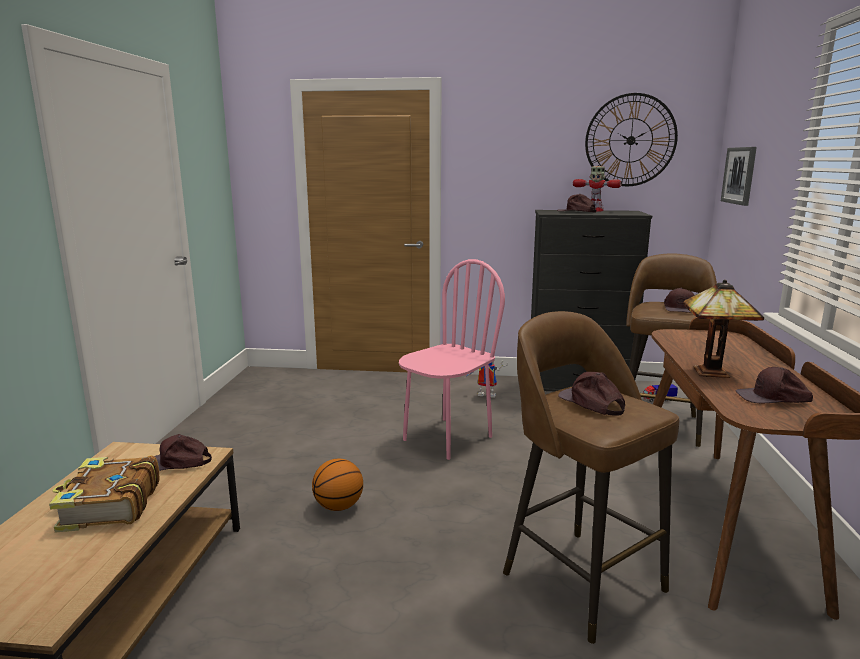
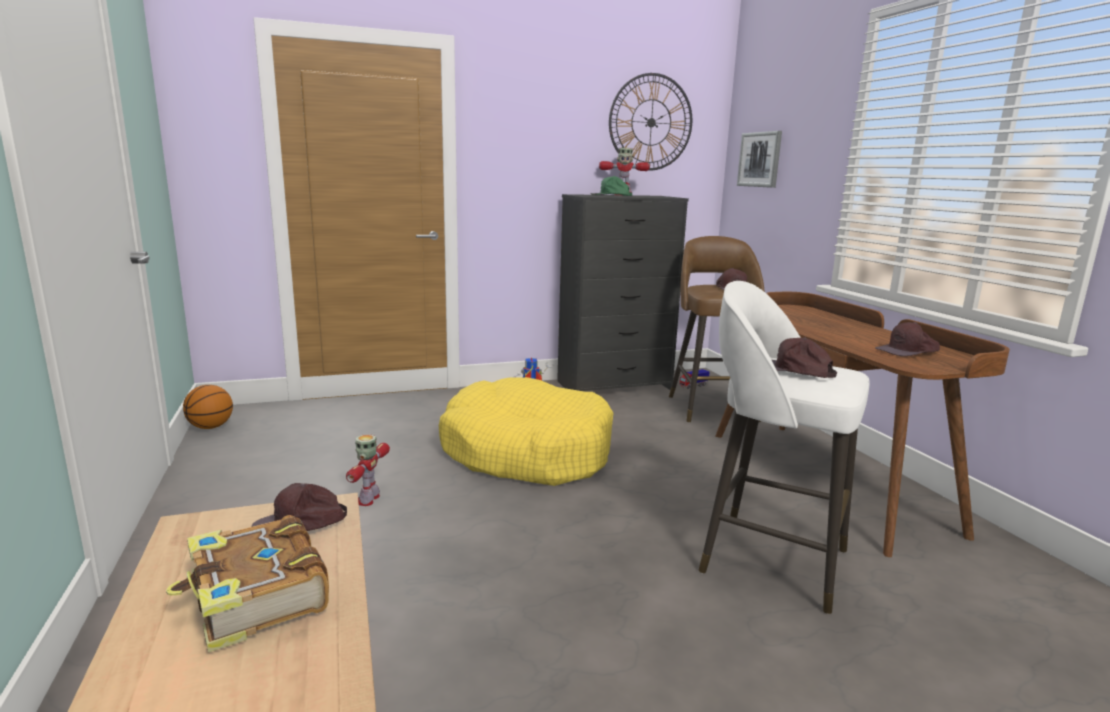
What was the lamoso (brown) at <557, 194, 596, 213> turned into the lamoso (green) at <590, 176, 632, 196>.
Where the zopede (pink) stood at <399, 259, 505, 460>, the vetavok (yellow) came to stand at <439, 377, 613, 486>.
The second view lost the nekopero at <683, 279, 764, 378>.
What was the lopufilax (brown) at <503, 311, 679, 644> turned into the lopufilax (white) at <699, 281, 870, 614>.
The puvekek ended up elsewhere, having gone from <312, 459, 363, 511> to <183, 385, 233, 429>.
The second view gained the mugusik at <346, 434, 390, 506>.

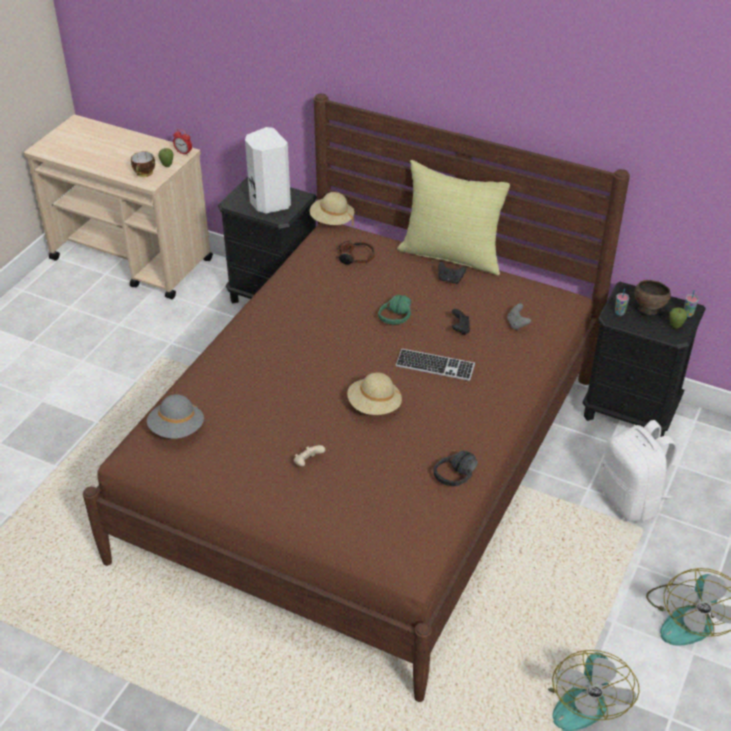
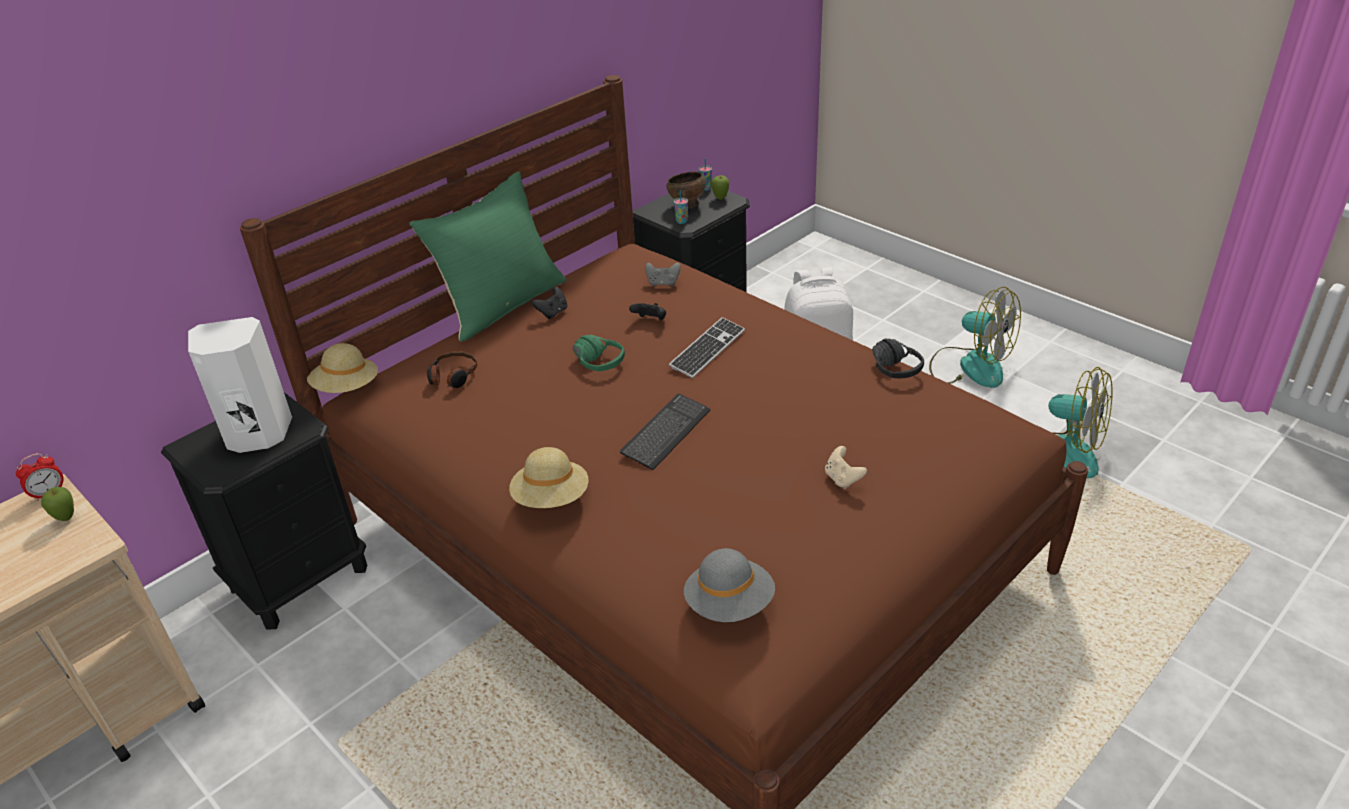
The second view lost the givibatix at <131, 151, 155, 177>.
What was the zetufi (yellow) at <397, 160, 510, 275> turned into the zetufi (green) at <409, 171, 567, 342>.
The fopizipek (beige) ended up elsewhere, having gone from <347, 373, 402, 415> to <509, 447, 588, 508>.
The second view gained the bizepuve at <620, 394, 711, 470>.

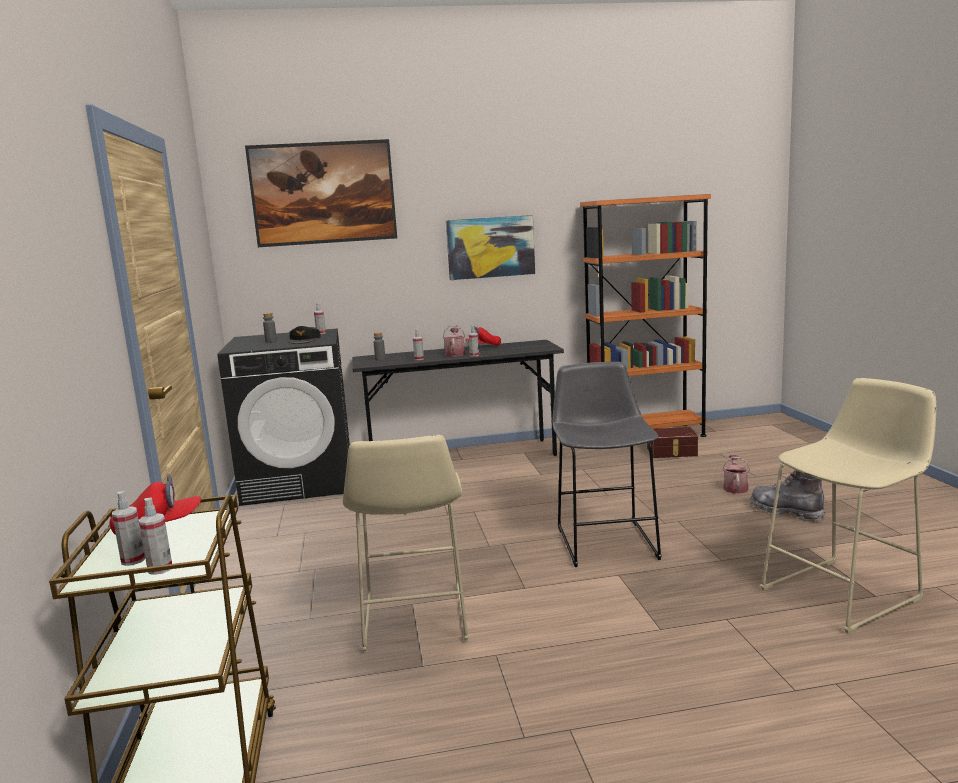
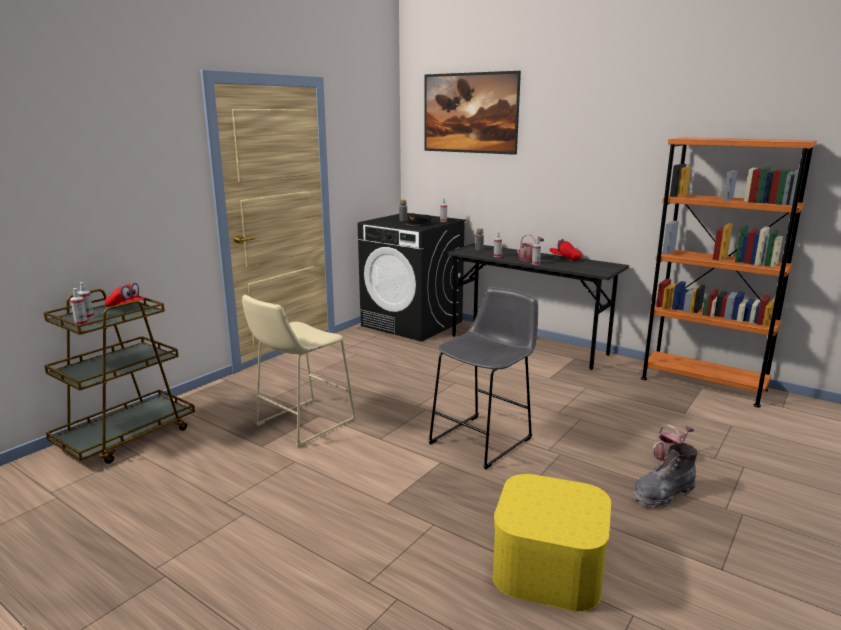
The second view lost the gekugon at <446, 215, 535, 280>.
Where the lopufilax (beige) stood at <760, 378, 936, 634>, the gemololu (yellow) came to stand at <492, 474, 611, 612>.
The second view lost the gemololu (brown) at <647, 427, 698, 458>.
The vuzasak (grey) at <750, 470, 826, 521> ended up facing another way, 120 degrees counterclockwise from before.

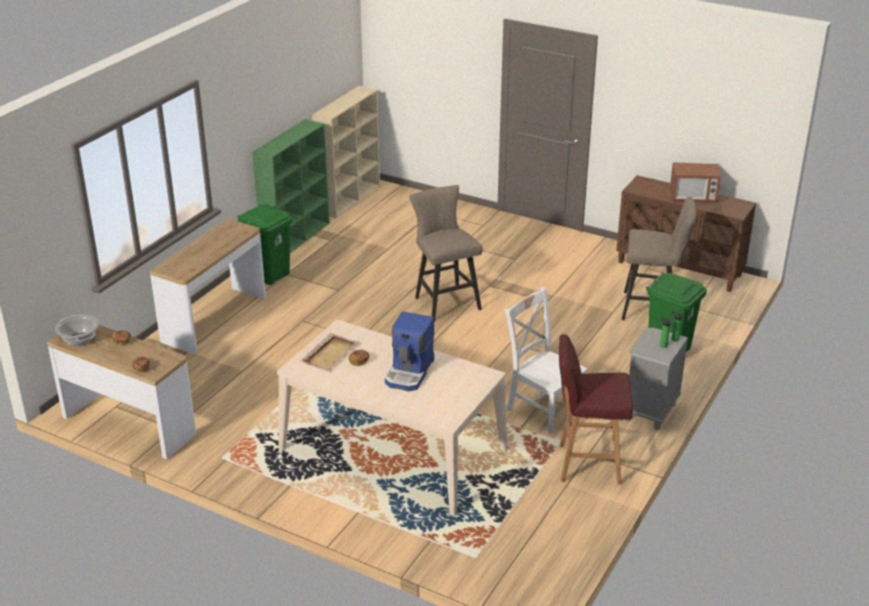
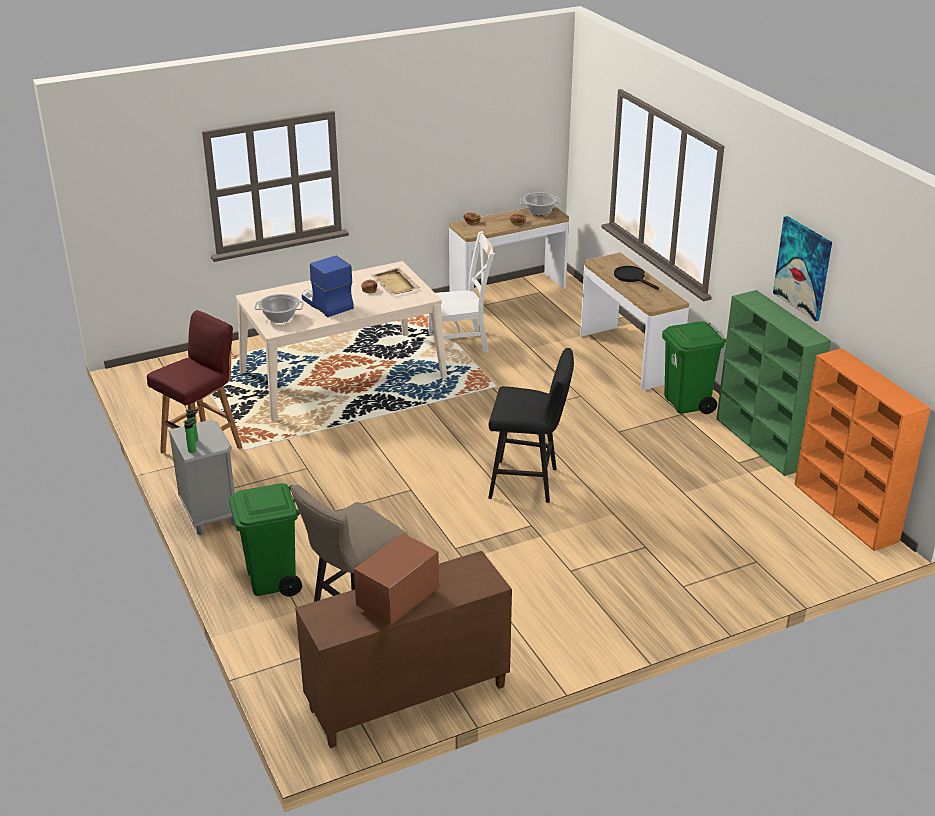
What was the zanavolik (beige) at <312, 86, 380, 218> turned into the zanavolik (orange) at <794, 348, 930, 551>.
What was the lopufilax (beige) at <409, 185, 483, 322> turned into the lopufilax (black) at <488, 348, 574, 503>.
The zopede (white) ended up elsewhere, having gone from <505, 287, 588, 434> to <428, 231, 495, 353>.
The second view gained the gekugon at <773, 216, 832, 321>.
The second view gained the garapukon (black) at <614, 266, 659, 290>.
The second view gained the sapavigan at <254, 294, 304, 323>.

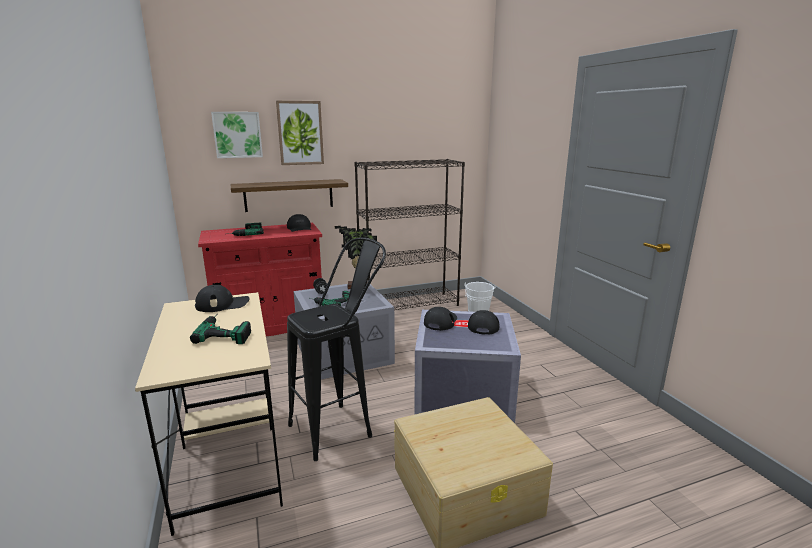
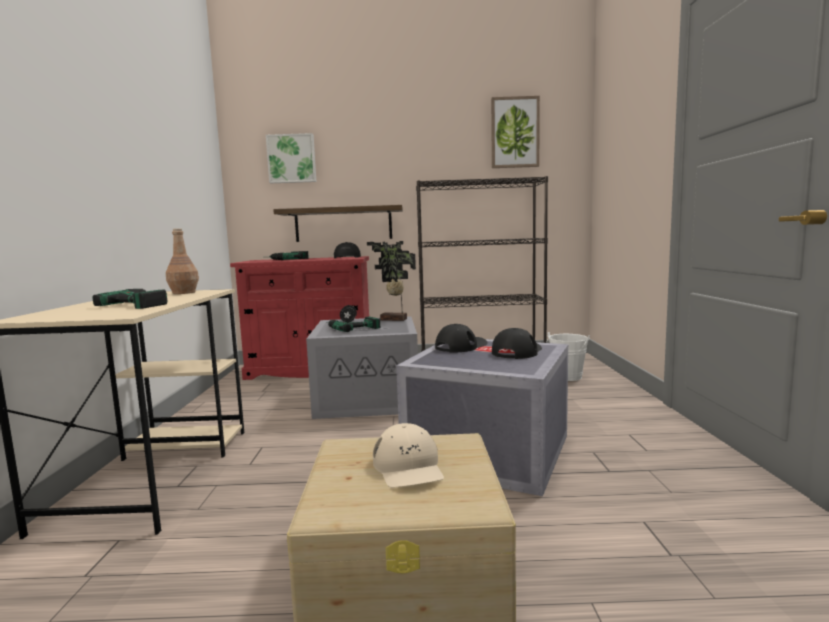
The gekugon ended up elsewhere, having gone from <276, 101, 324, 165> to <491, 96, 540, 168>.
The second view lost the lopufilax (black) at <287, 237, 386, 461>.
Where the lamoso (black) stood at <195, 285, 250, 312>, the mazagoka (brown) came to stand at <166, 228, 199, 294>.
The second view gained the lamoso (beige) at <373, 423, 444, 488>.

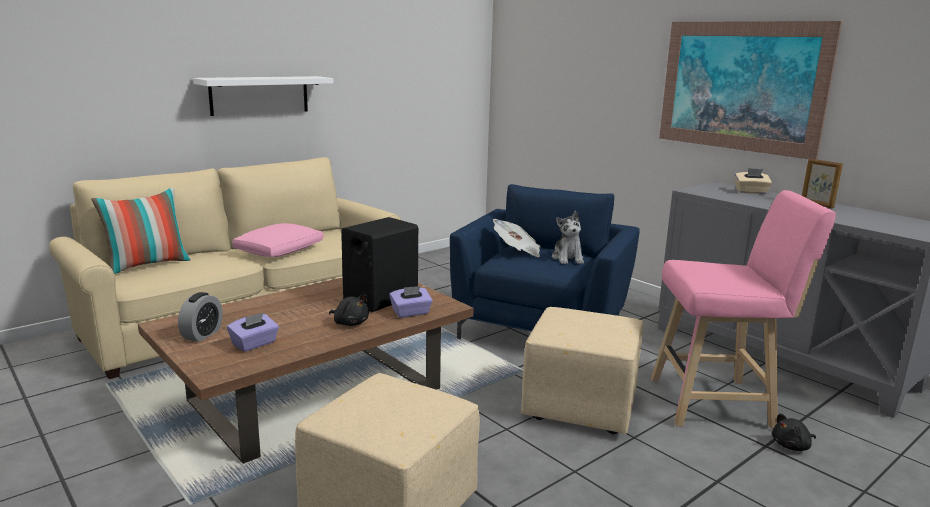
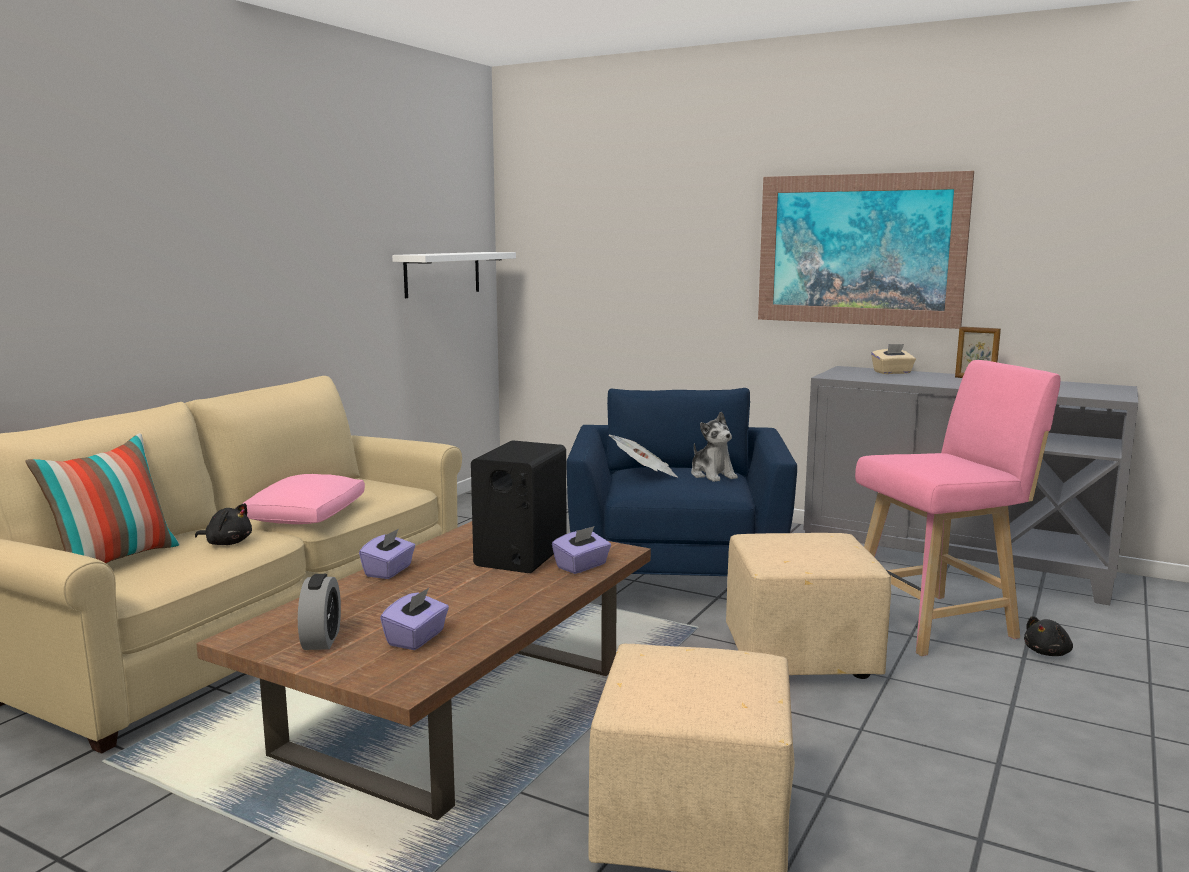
The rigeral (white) ended up elsewhere, having gone from <193, 76, 334, 116> to <392, 252, 516, 298>.
The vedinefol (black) ended up elsewhere, having gone from <329, 295, 369, 326> to <195, 503, 252, 545>.
The second view gained the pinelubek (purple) at <359, 529, 415, 579>.

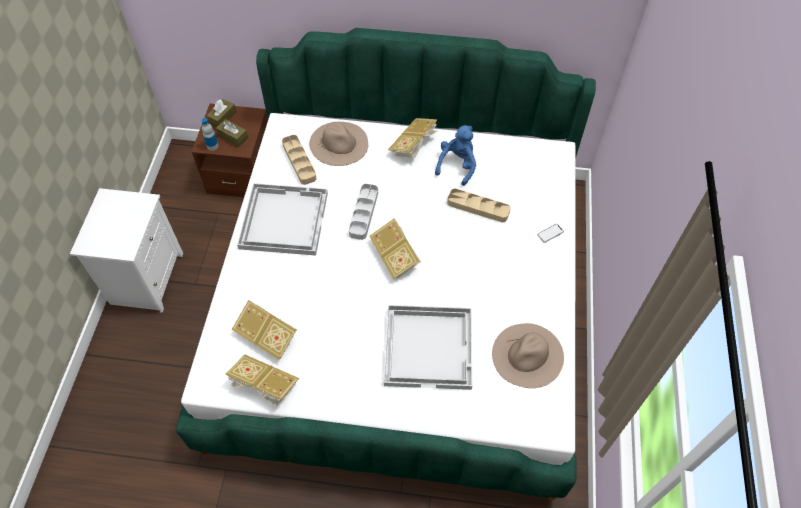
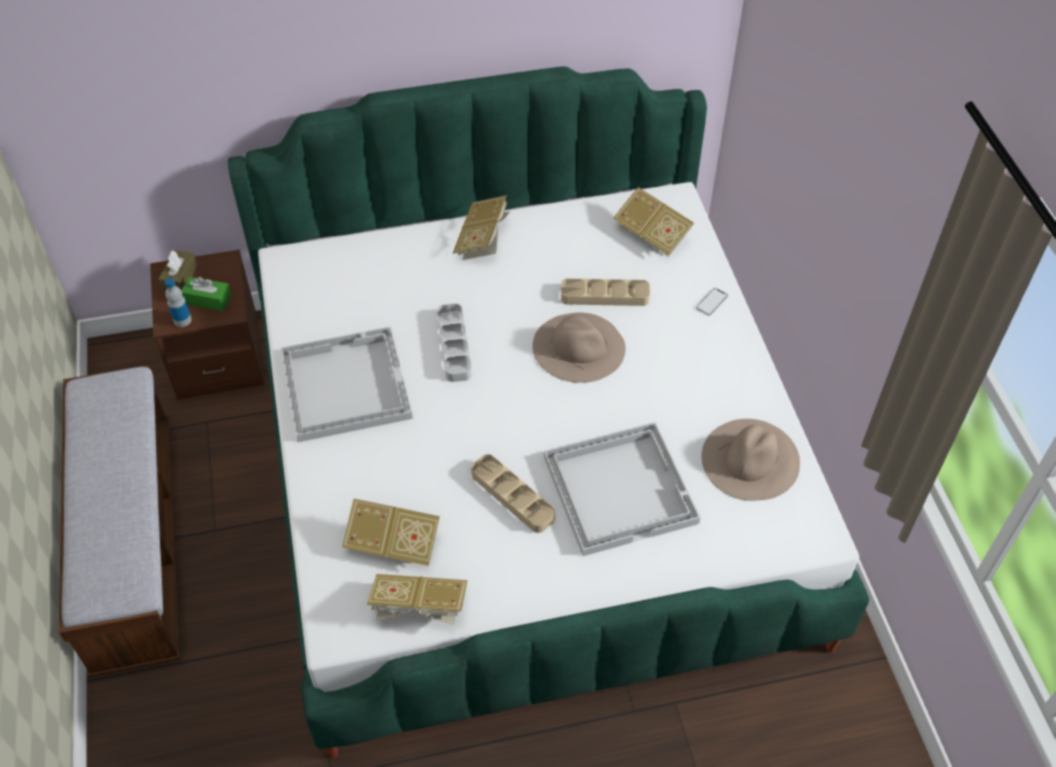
What was the pinelubek (brown) at <216, 119, 248, 147> turned into the pinelubek (green) at <182, 277, 232, 311>.
The fopizipek (beige) ended up elsewhere, having gone from <309, 122, 368, 166> to <532, 313, 626, 383>.
The second view lost the vedinefol (blue) at <435, 125, 476, 186>.
The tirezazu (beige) ended up elsewhere, having gone from <282, 135, 316, 185> to <471, 454, 555, 533>.
Where the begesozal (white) stood at <70, 188, 183, 313>, the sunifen came to stand at <59, 365, 181, 677>.
The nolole ended up elsewhere, having gone from <370, 218, 421, 279> to <613, 187, 694, 257>.

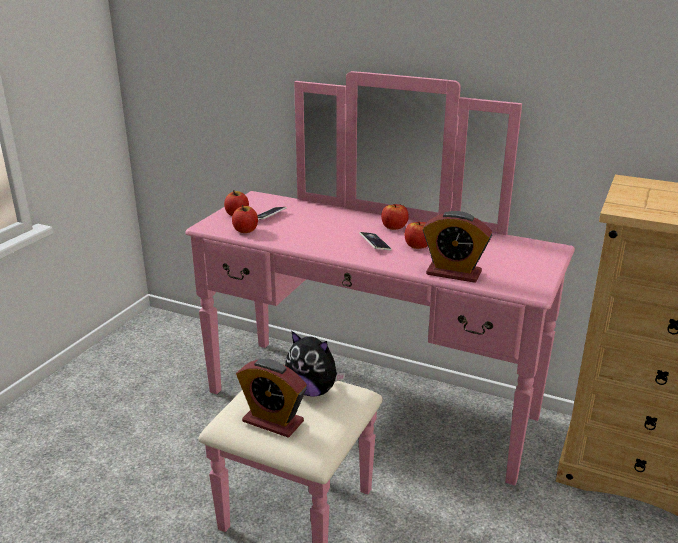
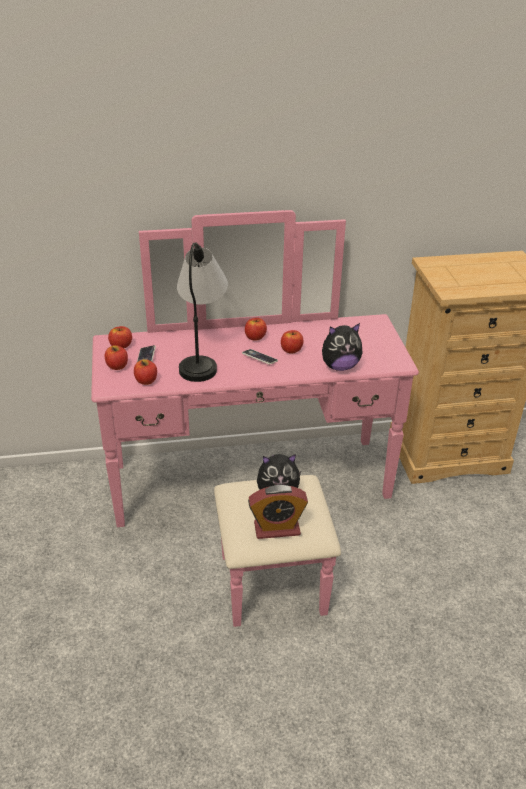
Where the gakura stood at <423, 211, 492, 283>, the vedinefol came to stand at <322, 323, 362, 371>.
The second view gained the nekopero at <177, 243, 228, 382>.
The second view gained the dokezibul at <108, 326, 132, 348>.

